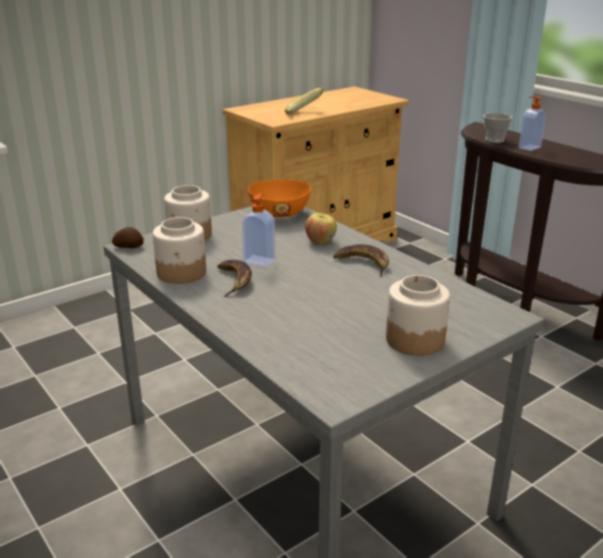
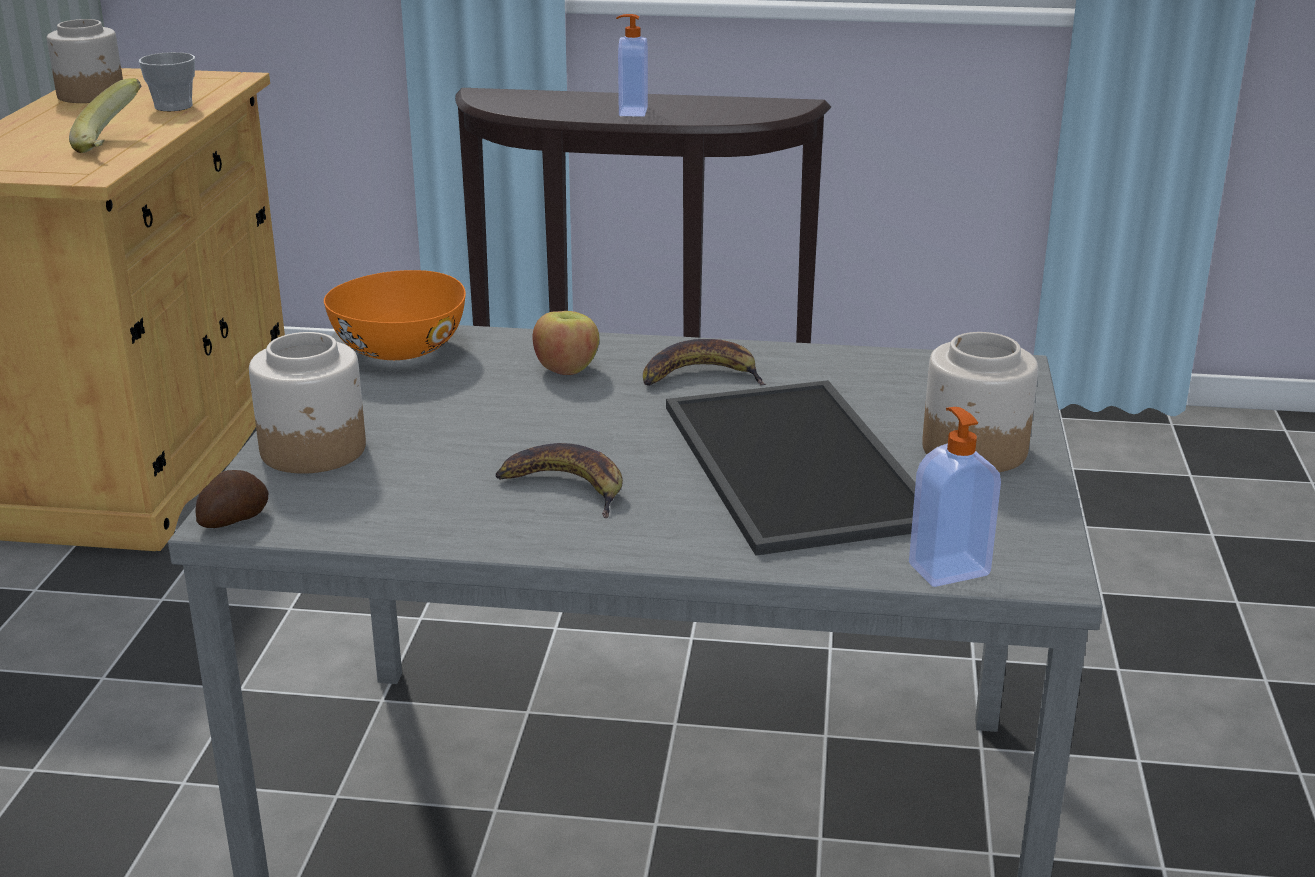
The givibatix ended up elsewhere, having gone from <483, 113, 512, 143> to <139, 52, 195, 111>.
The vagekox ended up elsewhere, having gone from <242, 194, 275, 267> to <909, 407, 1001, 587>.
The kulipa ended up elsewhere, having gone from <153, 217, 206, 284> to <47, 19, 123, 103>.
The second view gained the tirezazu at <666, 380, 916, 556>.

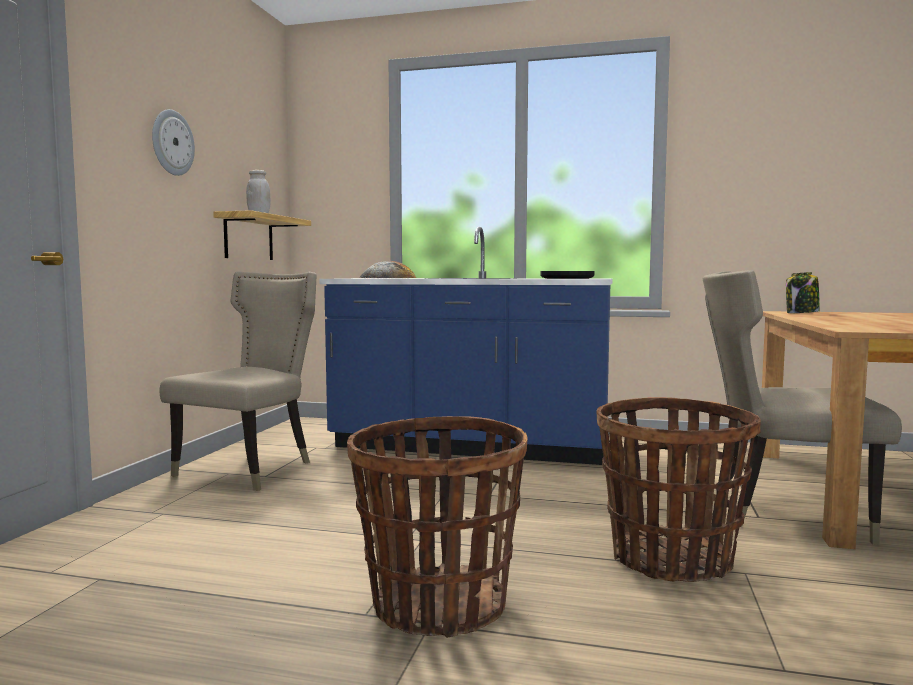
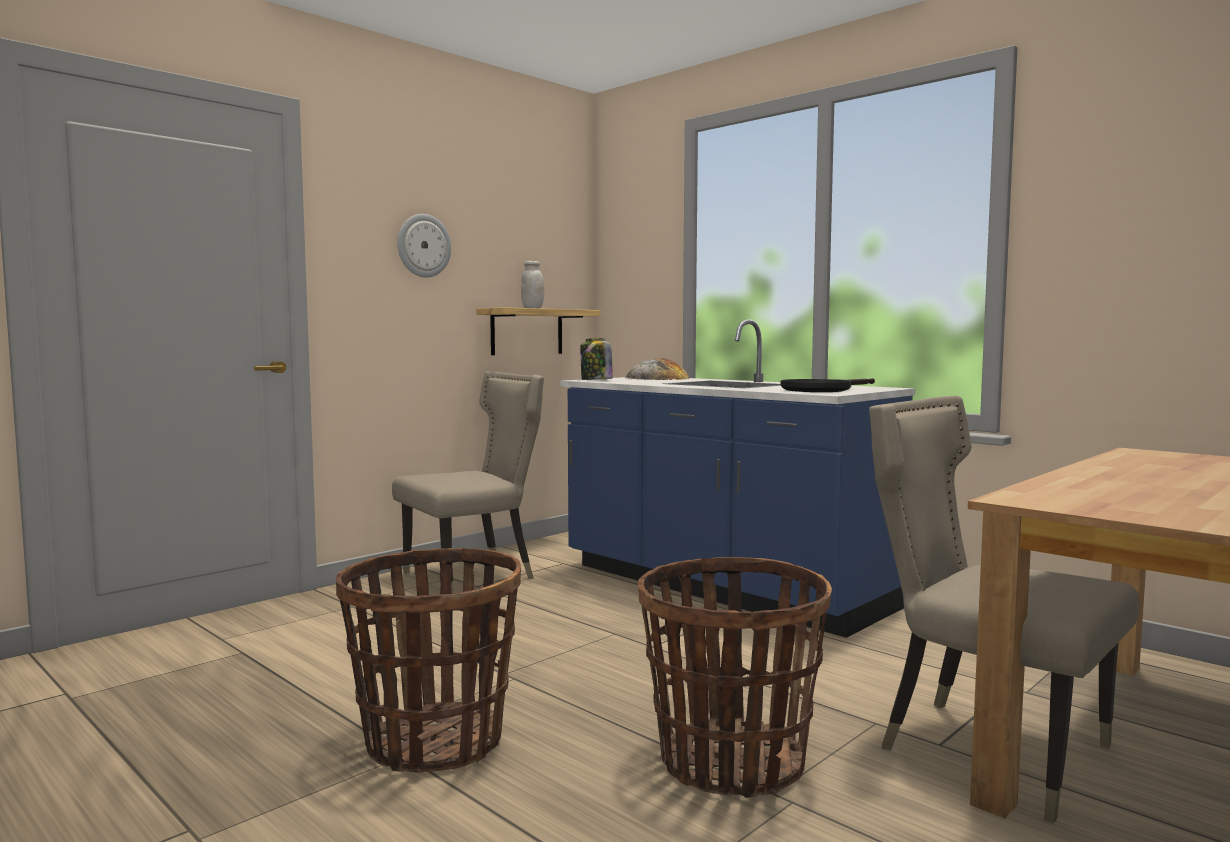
The kulipa ended up elsewhere, having gone from <786, 272, 820, 313> to <580, 338, 613, 380>.

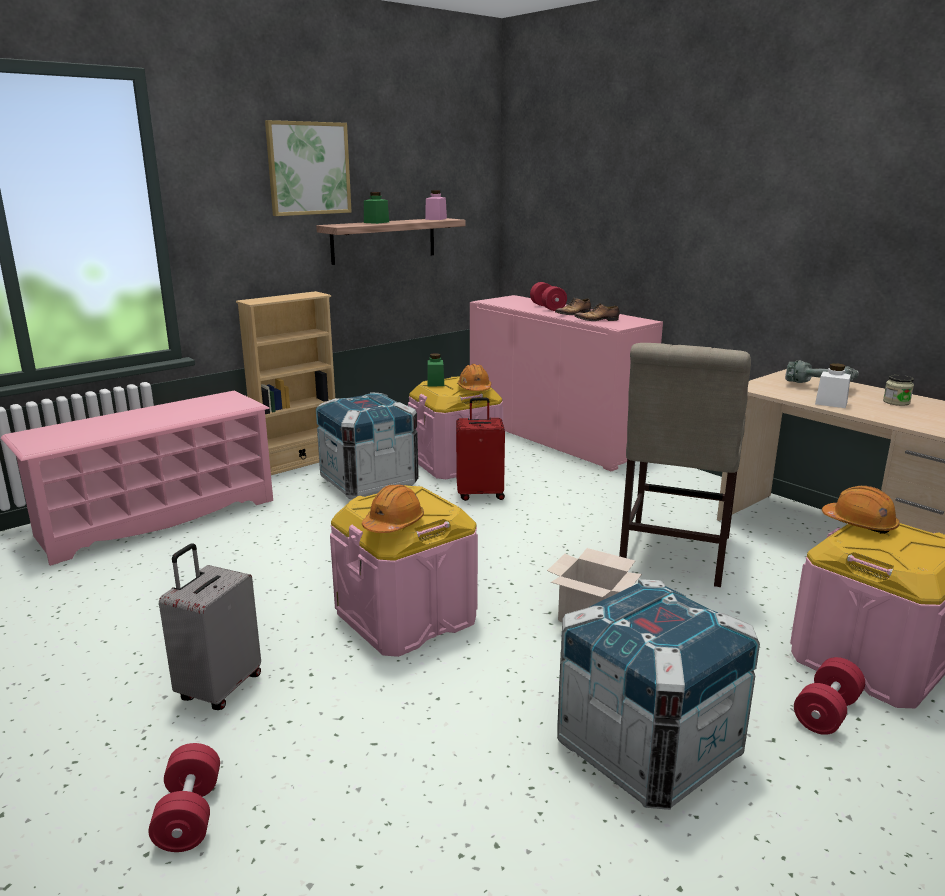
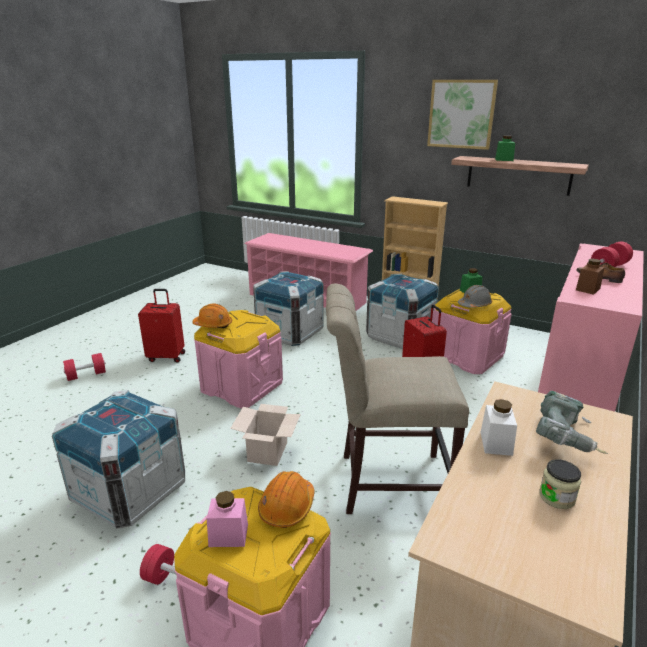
The kulipa (pink) ended up elsewhere, having gone from <425, 190, 447, 220> to <207, 491, 248, 547>.
Where the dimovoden stood at <575, 303, 620, 321>, the kulipa (brown) came to stand at <576, 259, 605, 295>.
What was the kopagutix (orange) at <458, 364, 491, 391> turned into the kopagutix (grey) at <458, 285, 492, 308>.
What was the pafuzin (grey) at <159, 543, 261, 710> turned into the pafuzin (red) at <138, 289, 185, 363>.
The second view gained the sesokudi at <253, 271, 324, 346>.

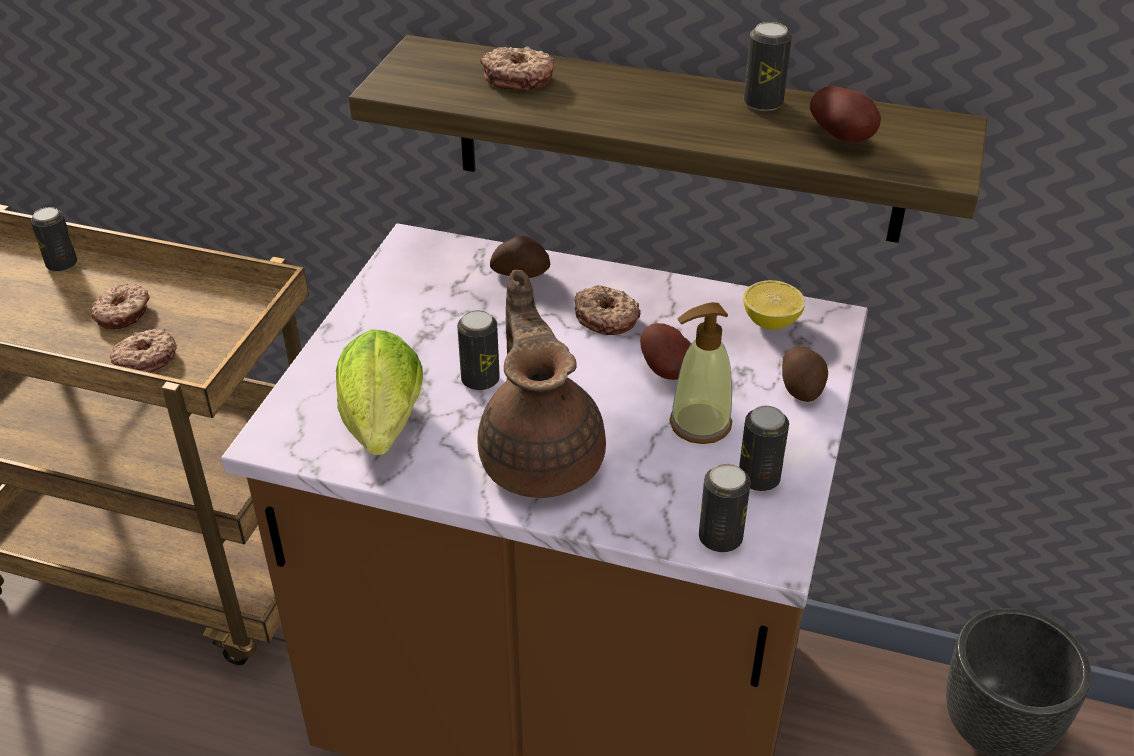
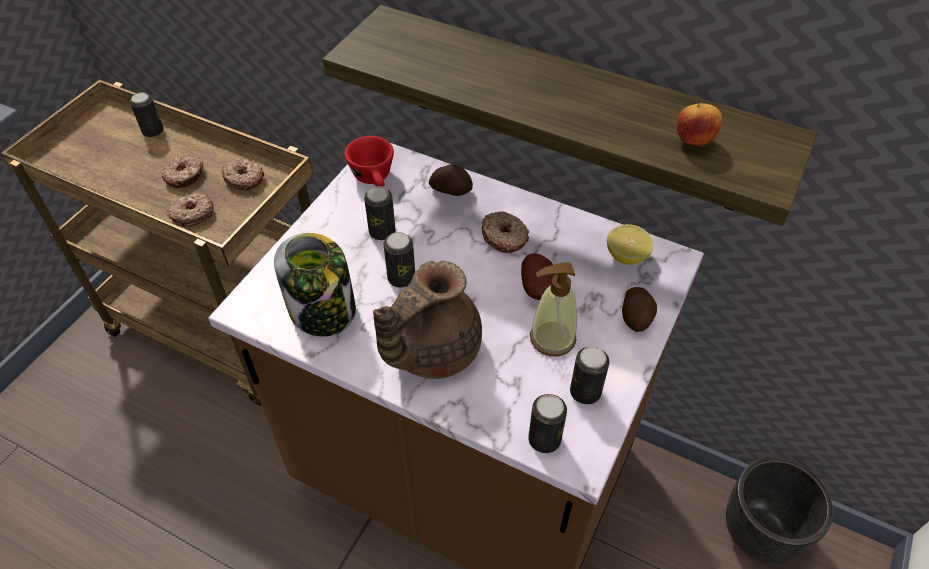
The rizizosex ended up elsewhere, having gone from <744, 22, 792, 111> to <364, 186, 396, 240>.
The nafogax ended up elsewhere, having gone from <480, 46, 555, 90> to <222, 159, 264, 190>.
Where the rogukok stood at <810, 86, 881, 142>, the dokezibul came to stand at <676, 103, 722, 146>.
The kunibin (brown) at <478, 270, 606, 498> ended up facing another way, 135 degrees counterclockwise from before.
Where the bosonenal stood at <336, 329, 423, 455>, the kulipa came to stand at <274, 233, 356, 337>.
The second view gained the givibatix (red) at <345, 136, 394, 187>.

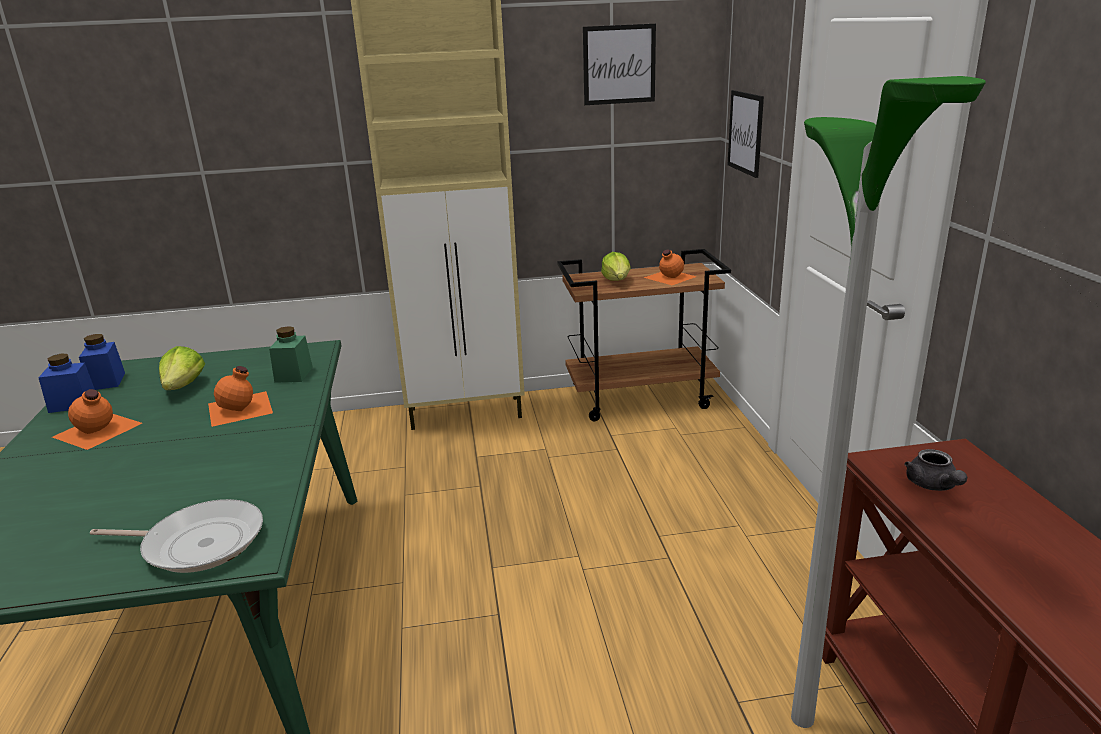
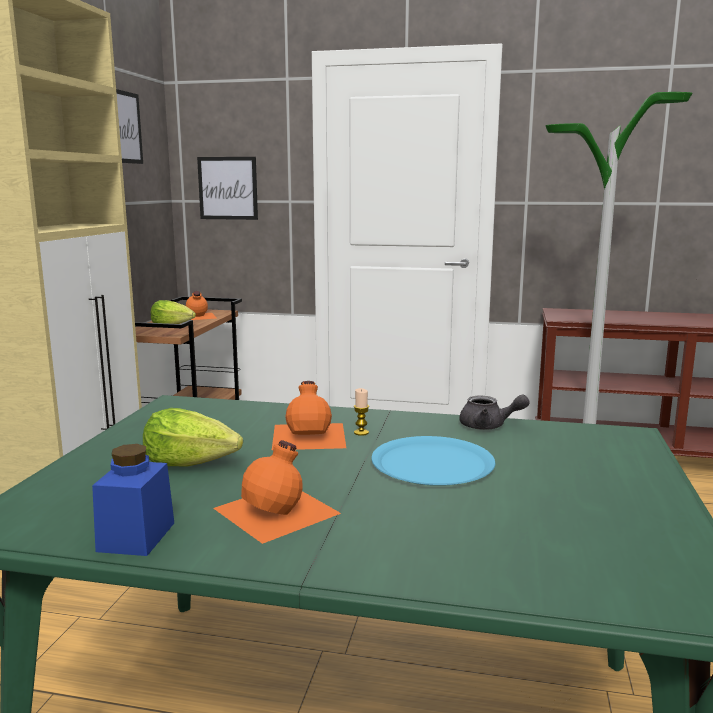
The second view lost the kulipa (green) at <269, 326, 313, 383>.
The second view lost the kulipa (blue) at <79, 334, 125, 390>.
The kunibin (grey) ended up elsewhere, having gone from <904, 449, 967, 491> to <459, 395, 530, 430>.
The second view lost the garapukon at <90, 499, 263, 573>.
The second view gained the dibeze at <354, 388, 369, 436>.
The second view gained the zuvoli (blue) at <371, 436, 495, 486>.

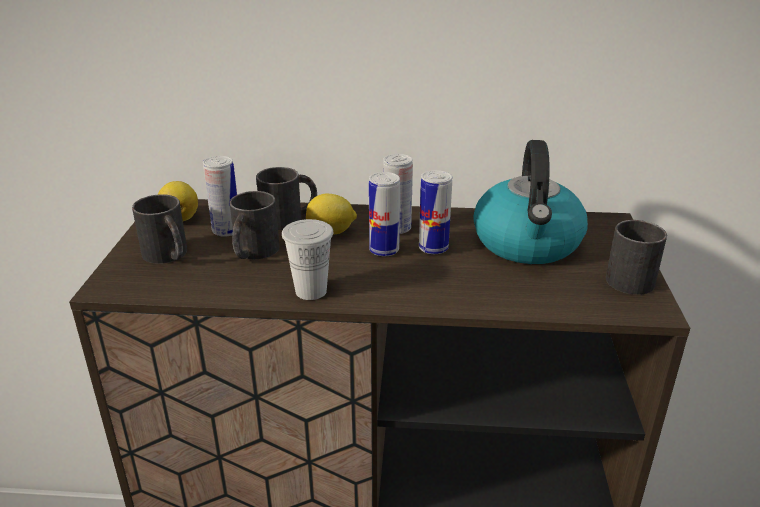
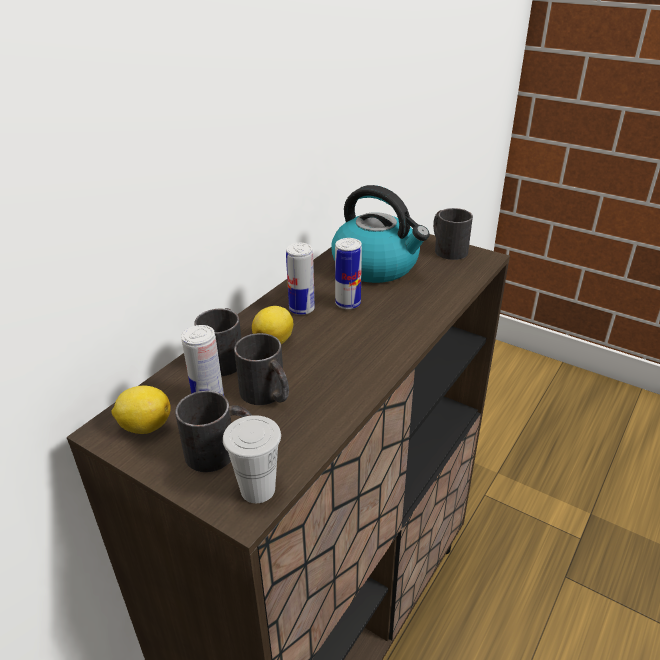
The second view lost the rizizosex at <369, 172, 400, 256>.
The givibatix (white) ended up elsewhere, having gone from <282, 219, 333, 300> to <223, 415, 281, 503>.

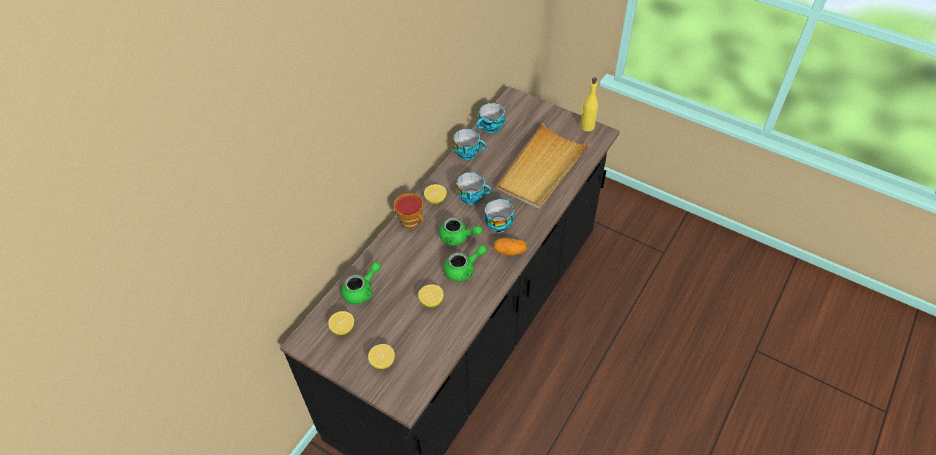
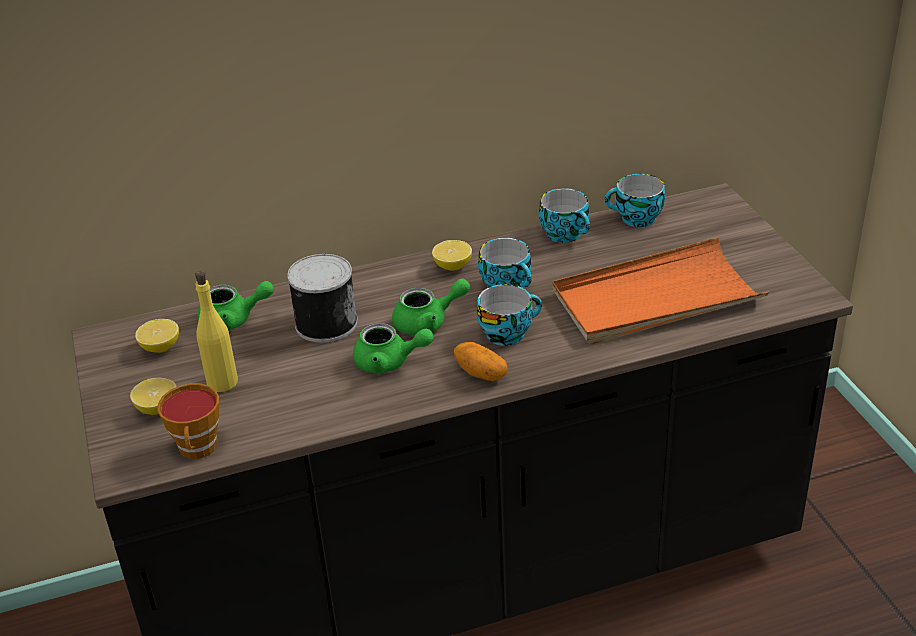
The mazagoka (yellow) ended up elsewhere, having gone from <580, 77, 598, 132> to <195, 271, 238, 392>.
What was the tirezazu (beige) at <497, 123, 591, 209> turned into the tirezazu (orange) at <552, 237, 769, 344>.
The givibatix ended up elsewhere, having gone from <394, 193, 424, 229> to <157, 383, 219, 459>.
The kunibin (green) at <439, 217, 482, 246> ended up facing another way, 75 degrees counterclockwise from before.
The second view lost the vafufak at <418, 284, 444, 307>.
The second view gained the rizizosex at <287, 254, 358, 343>.

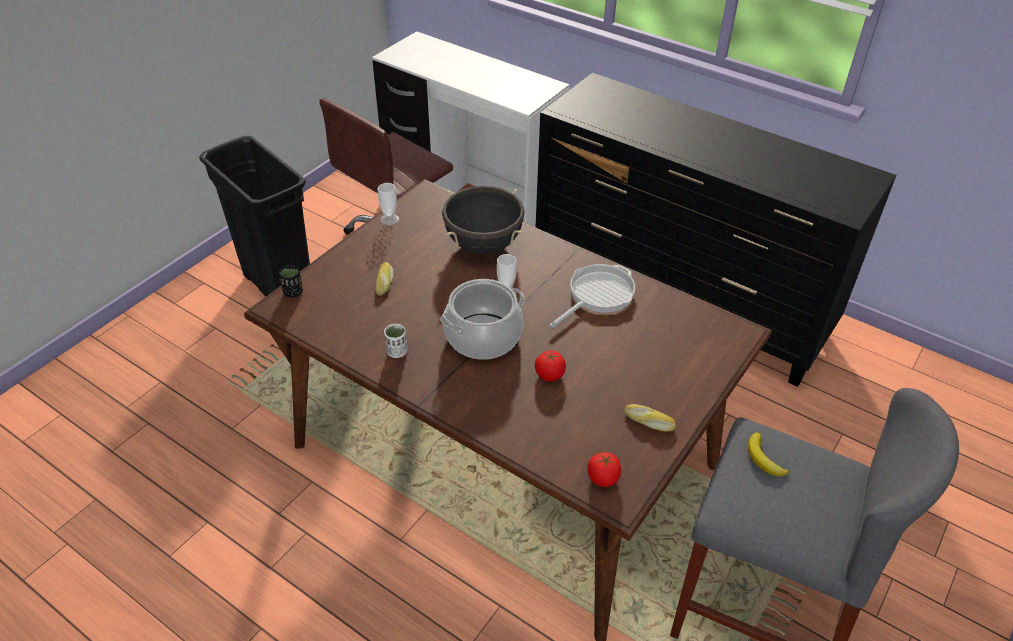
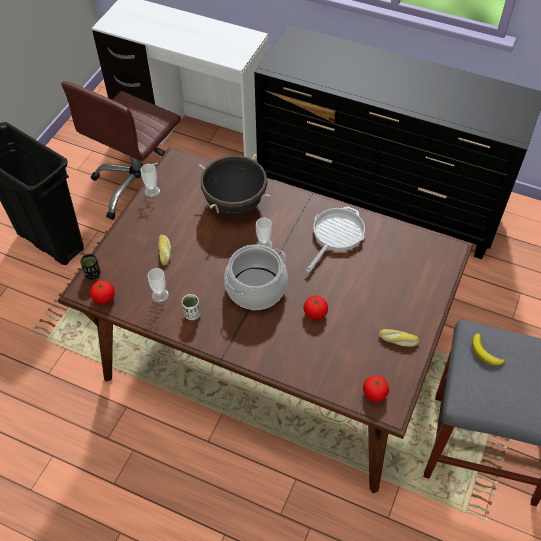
The second view gained the givibatix at <147, 268, 169, 302>.
The second view gained the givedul at <90, 280, 115, 304>.

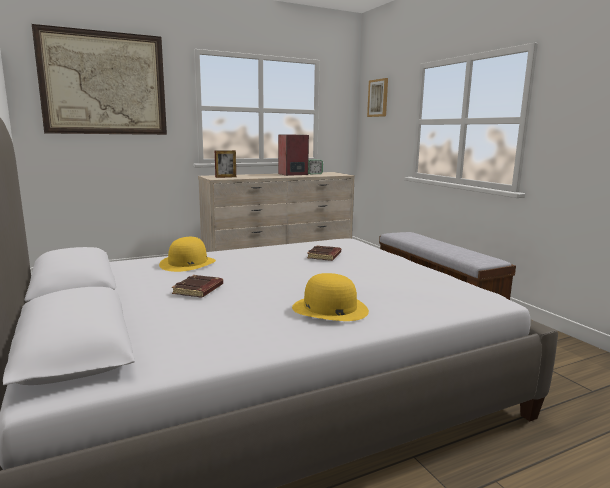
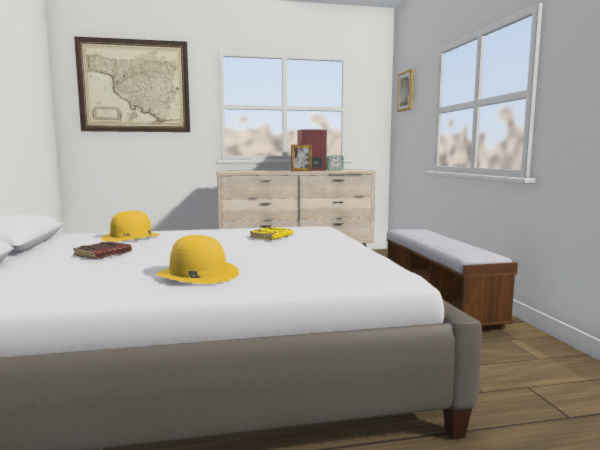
The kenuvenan ended up elsewhere, having gone from <215, 150, 236, 178> to <291, 145, 312, 171>.
What was the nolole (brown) at <307, 245, 341, 261> turned into the nolole (yellow) at <250, 227, 293, 240>.

